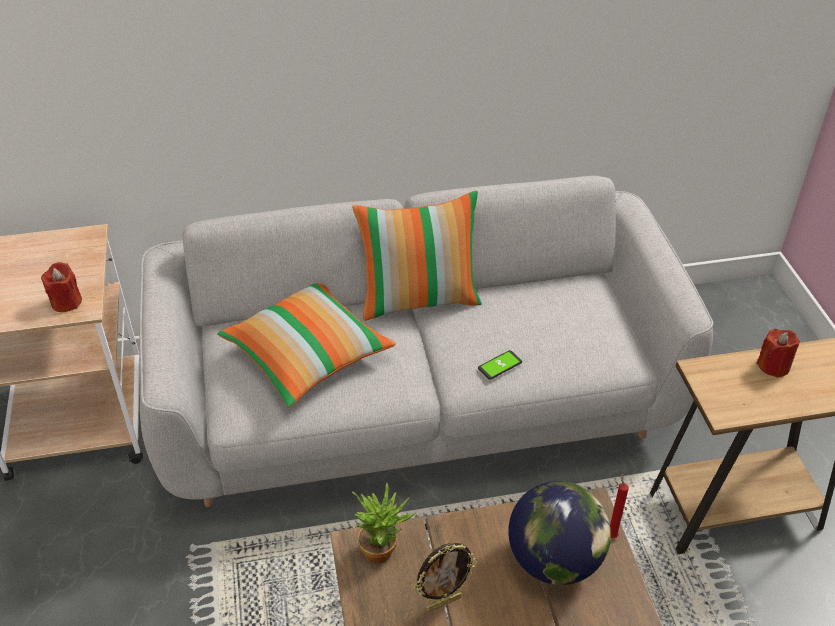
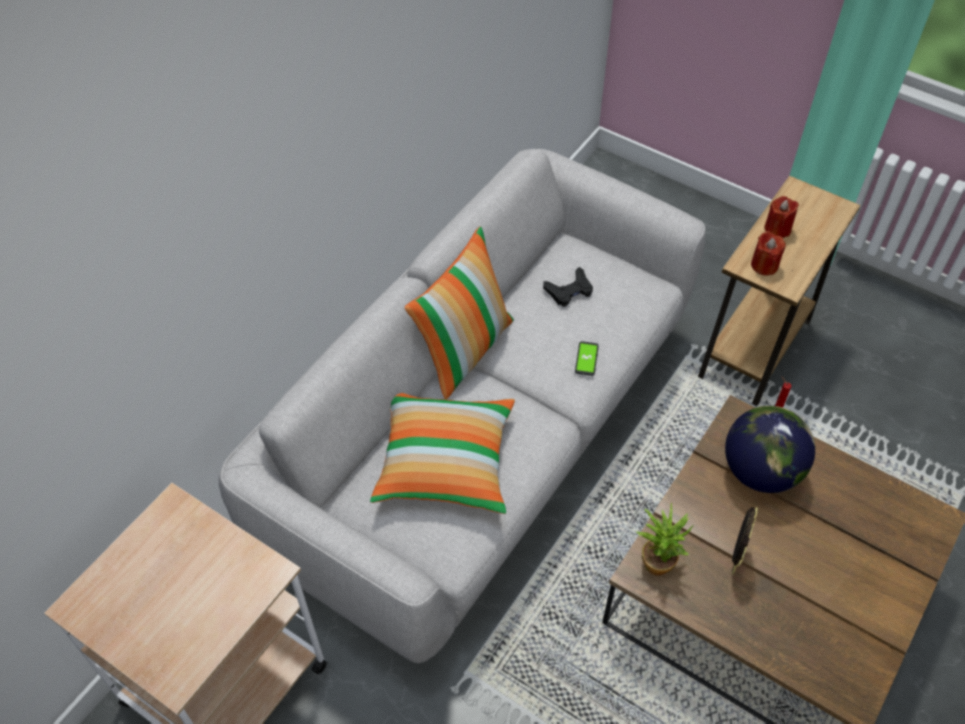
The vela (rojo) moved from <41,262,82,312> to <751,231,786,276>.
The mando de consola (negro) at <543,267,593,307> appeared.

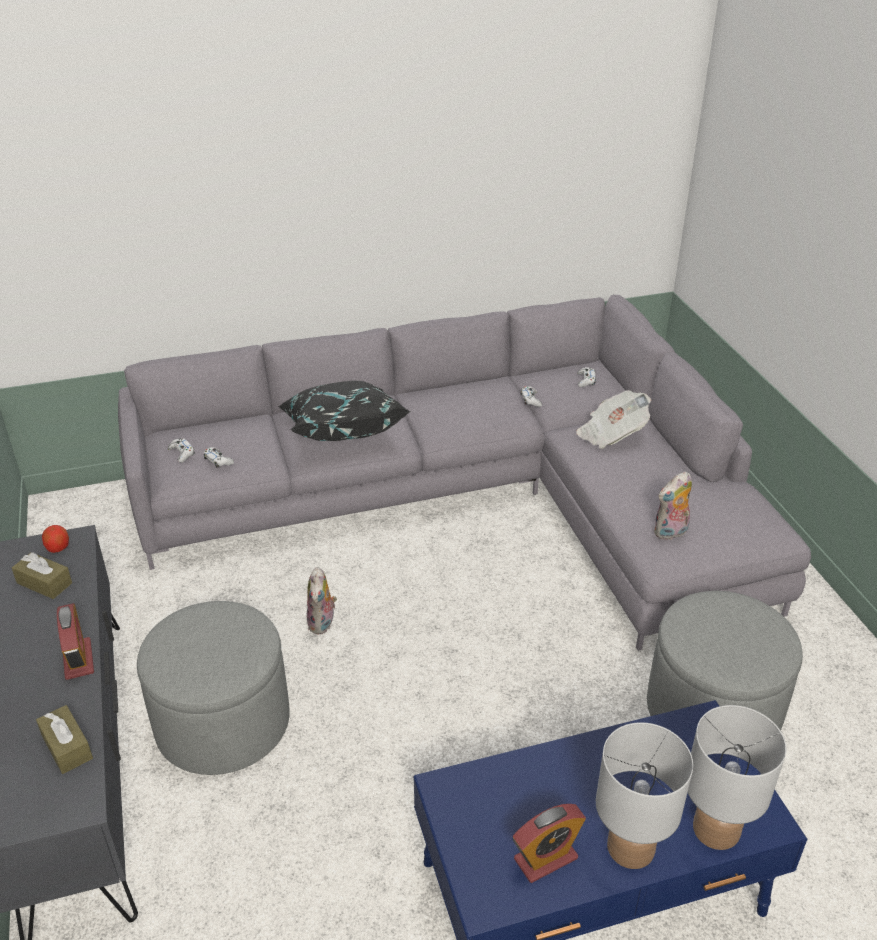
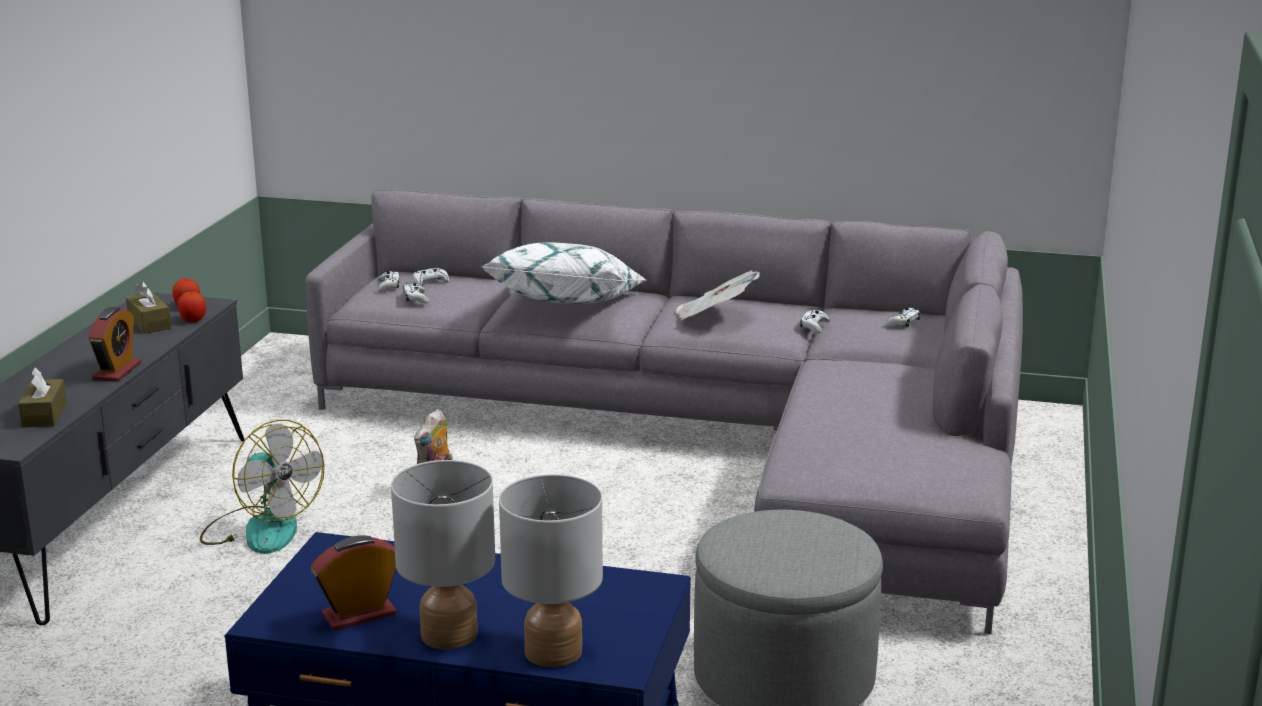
The cojín (negro) at <278,381,411,441> became the cojín (blanco) at <481,242,647,304>.
The periódico moved from <577,390,651,449> to <676,270,760,320>.
The peluche at <654,471,692,540> disappeared.
The puf (gris) at <137,601,290,775> was replaced by the ventilador at <200,420,325,554>.
The despertador at <513,804,586,883> turned 150 degrees clockwise.
The mando de consola (blanco) at <413,268,449,286> appeared.
The manzana at <177,292,206,322> appeared.

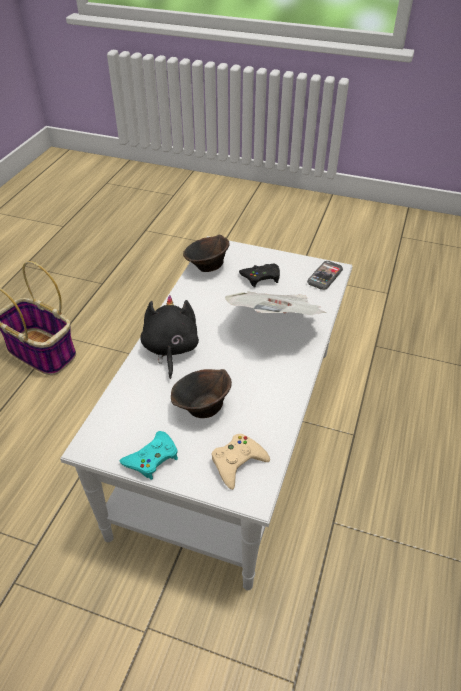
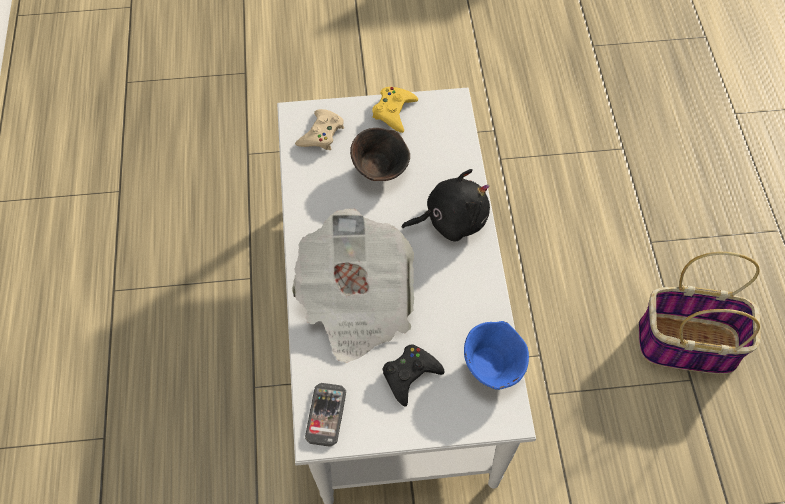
The cuenco (marrón) at <183,235,230,272> became the cuenco (azul) at <464,321,529,390>.
The peluche (negro) at <141,295,199,379> turned 75 degrees counterclockwise.
The mando de consola (turquesa) at <120,431,178,480> became the mando de consola (amarillo) at <372,87,418,133>.

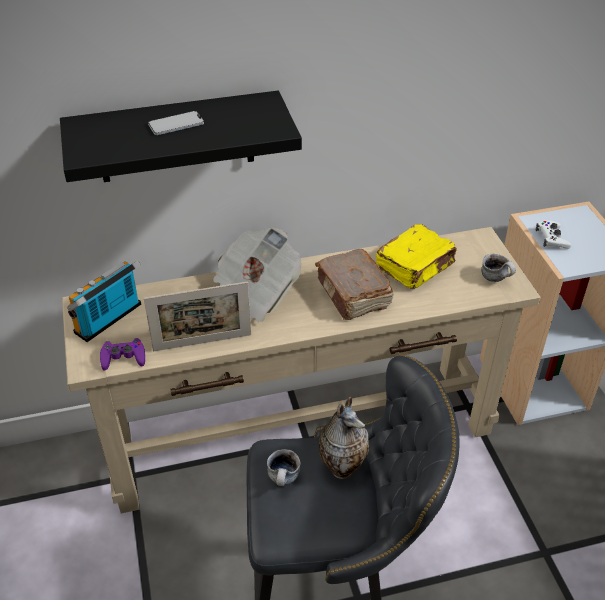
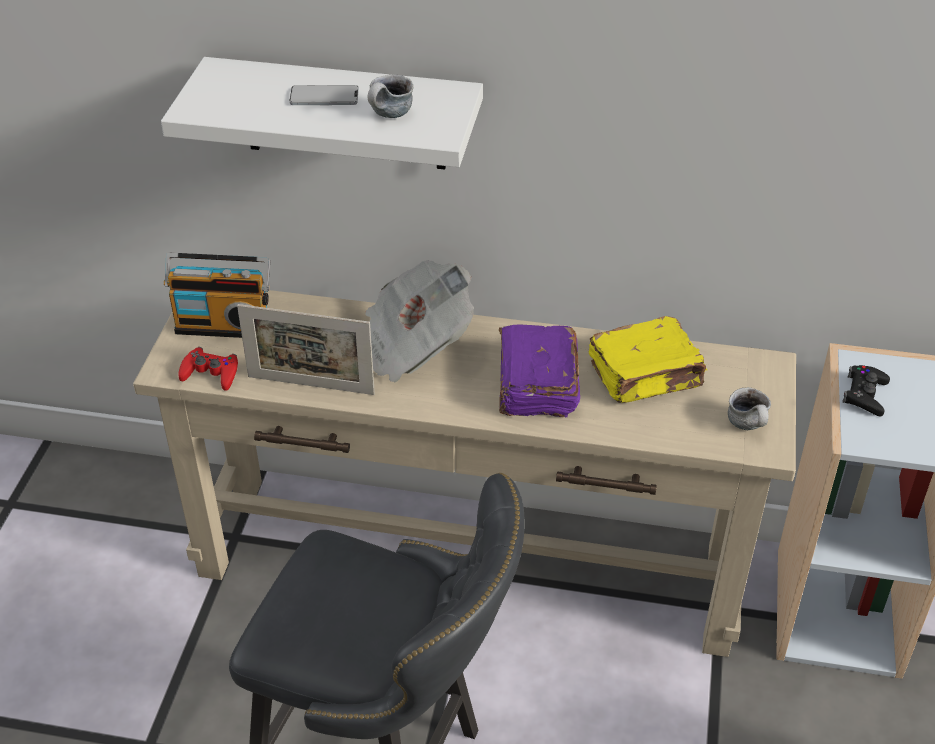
The estante (negro) at <60,91,302,182> became the estante (blanco) at <161,57,483,170>.
The mando de consola (blanco) at <536,220,571,249> became the mando de consola (negro) at <842,365,890,416>.
The libro (marrón) at <315,249,394,320> became the libro (morado) at <499,324,580,418>.
The radio at <67,260,142,342> turned 150 degrees counterclockwise.
The mando de consola (morado) at <100,338,145,370> became the mando de consola (rojo) at <178,347,238,391>.
The florero at <319,397,369,479> disappeared.
The taza grande moved from <267,449,301,486> to <368,74,414,118>.

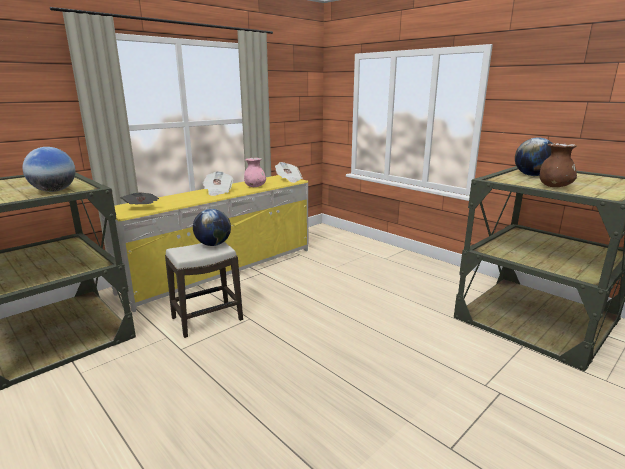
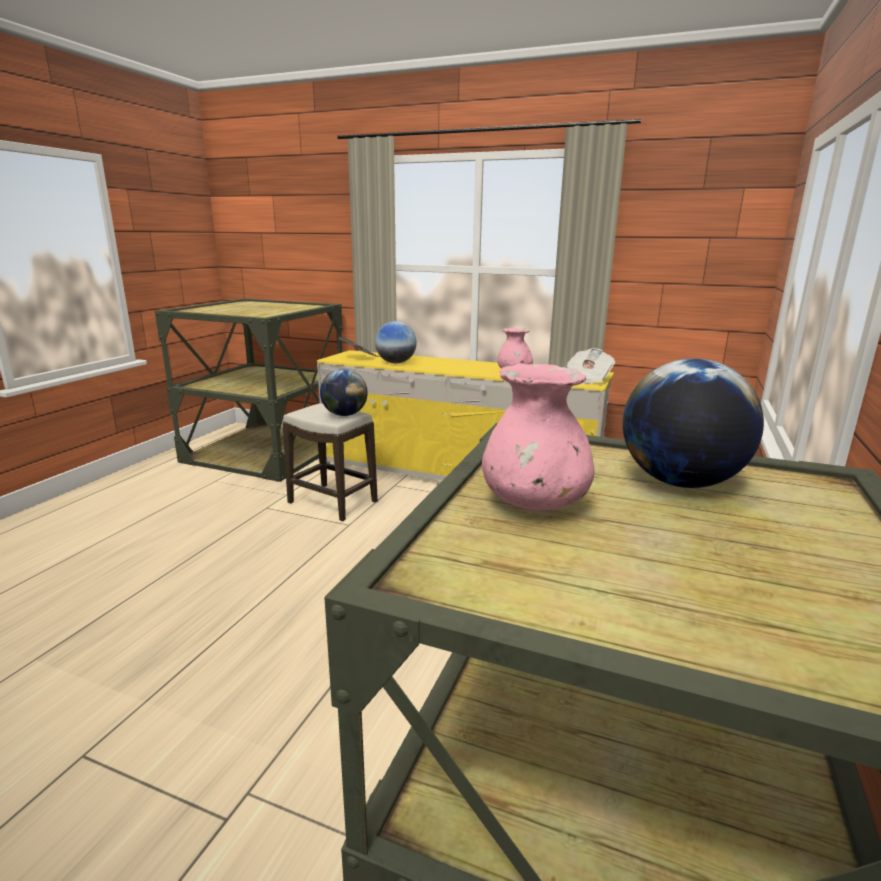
The florero (marrón) at <540,143,577,187> became the florero (rosa) at <482,364,595,511>.
The globo terráqueo moved from <23,147,76,192> to <375,321,417,363>.
The periódico at <202,171,234,196> disappeared.

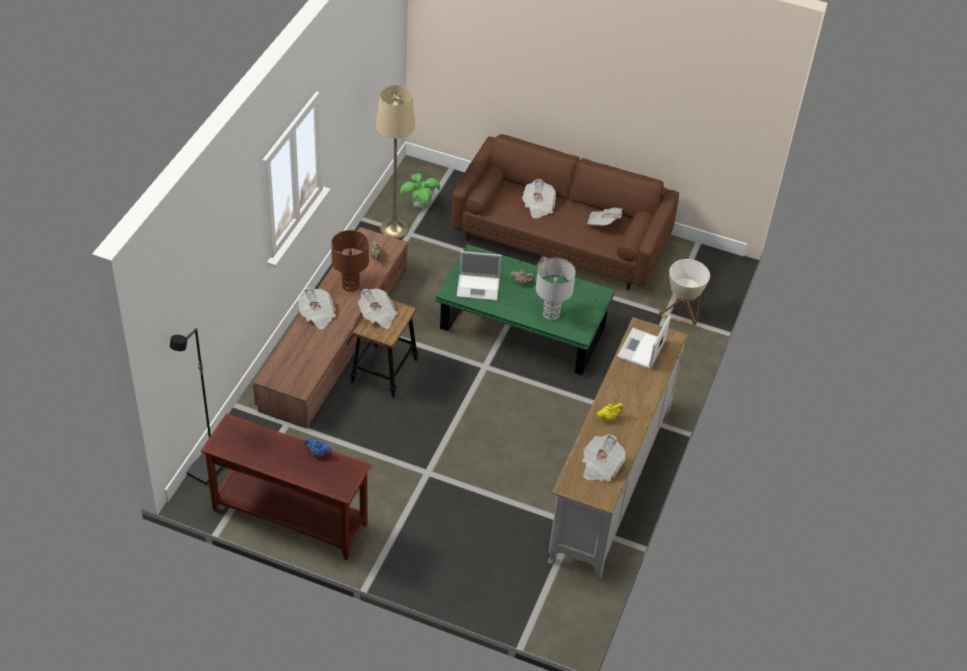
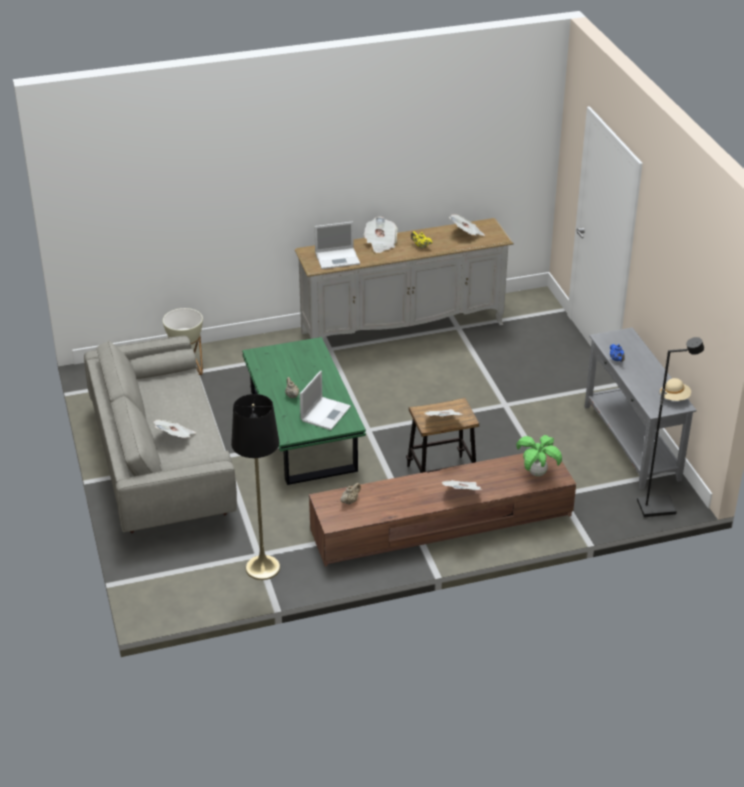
The lámpara de pie (beis) at <376,85,415,239> became the lámpara de pie (negro) at <231,394,280,580>.
The sofá (marrón) at <451,134,679,291> became the sofá (gris) at <84,336,237,533>.
The planta en maceta moved from <400,173,440,209> to <516,435,562,477>.
The periódico moved from <587,207,622,226> to <364,217,398,253>.
The lámpara de mesa (marrón) at <331,230,369,292> disappeared.
The portátil at <456,251,502,301> turned 60 degrees clockwise.
The lámpara de mesa (blanco) at <536,258,576,320> disappeared.
The mesa consola (marrón) at <201,413,371,560> became the mesa consola (gris) at <585,327,697,489>.
The sombrero (beis) at <659,378,691,401> appeared.

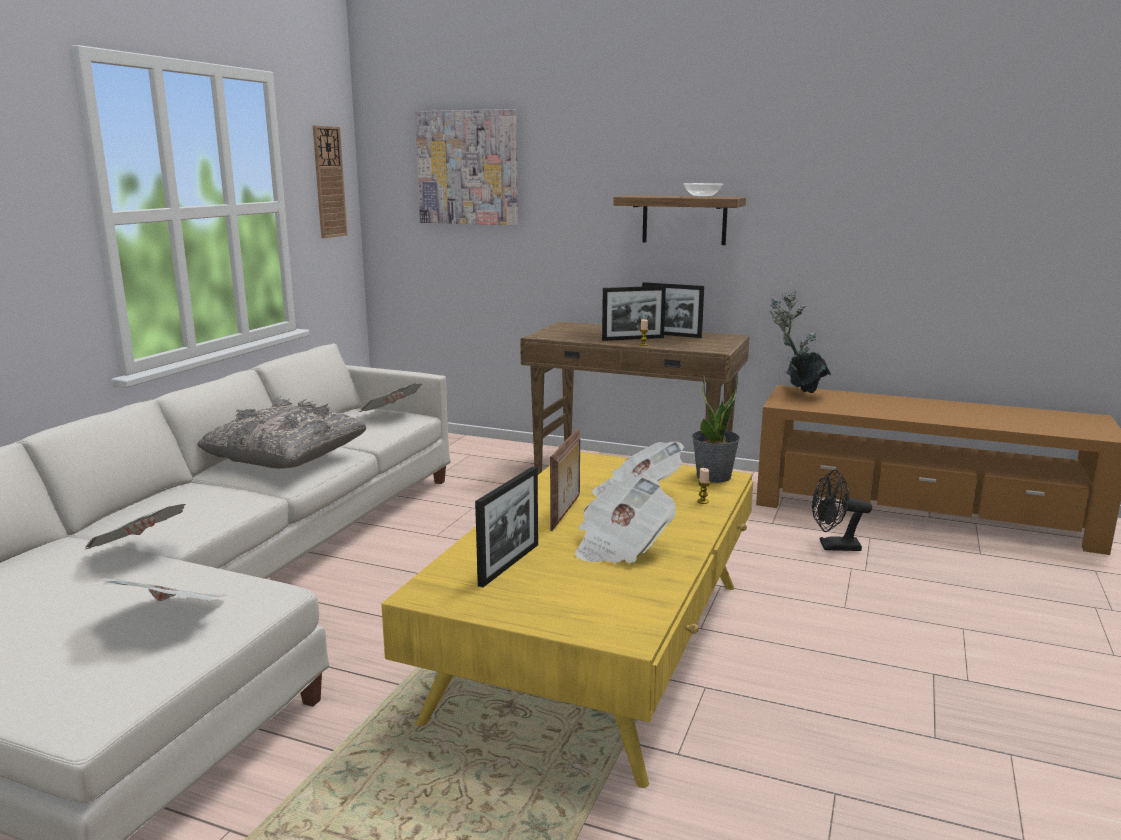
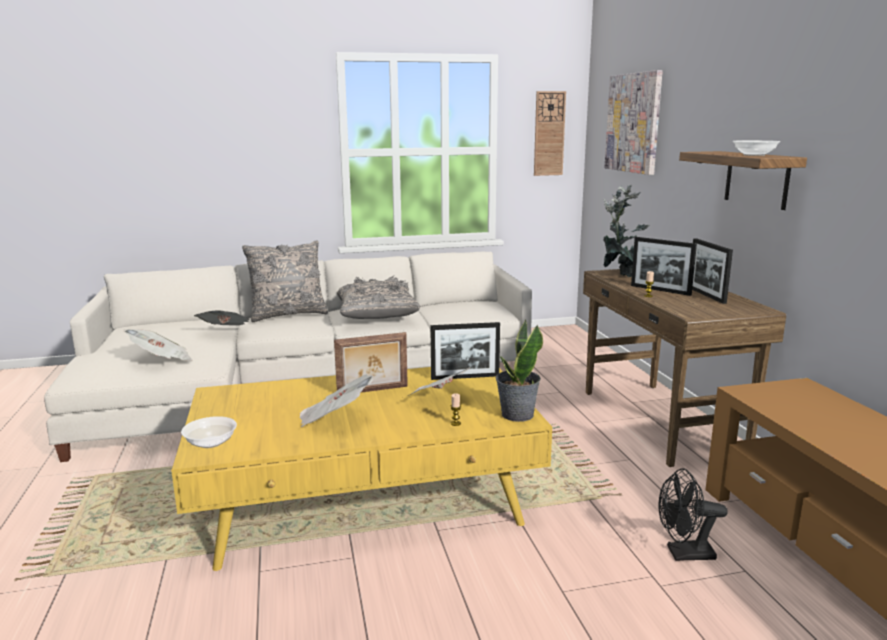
The planta en maceta moved from <769,291,831,393> to <603,185,649,277>.
The periódico at <359,383,422,412> disappeared.
The portarretratos moved from <475,467,538,587> to <430,322,500,380>.
The ventilador (negro) at <812,470,872,551> turned 60 degrees counterclockwise.
The cojín (gris) at <242,240,328,322> appeared.
The cuenco at <181,416,237,448> appeared.

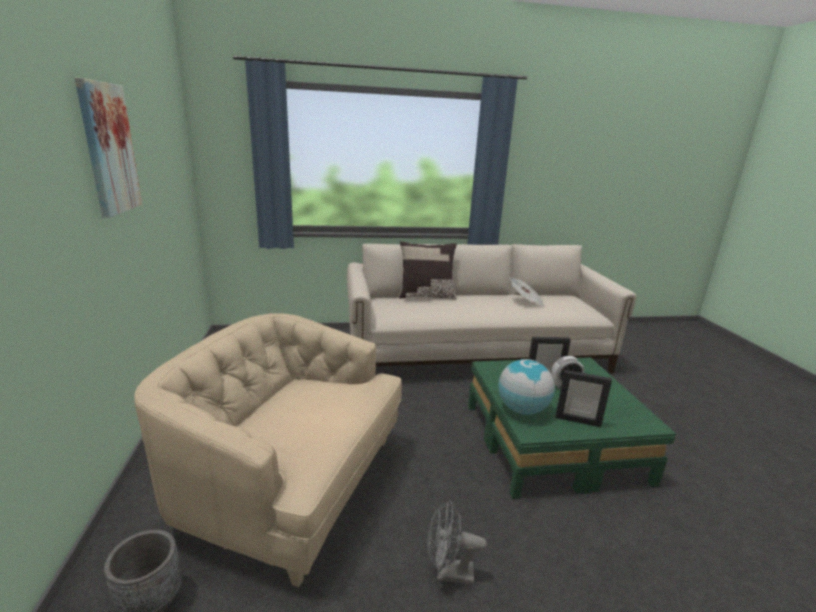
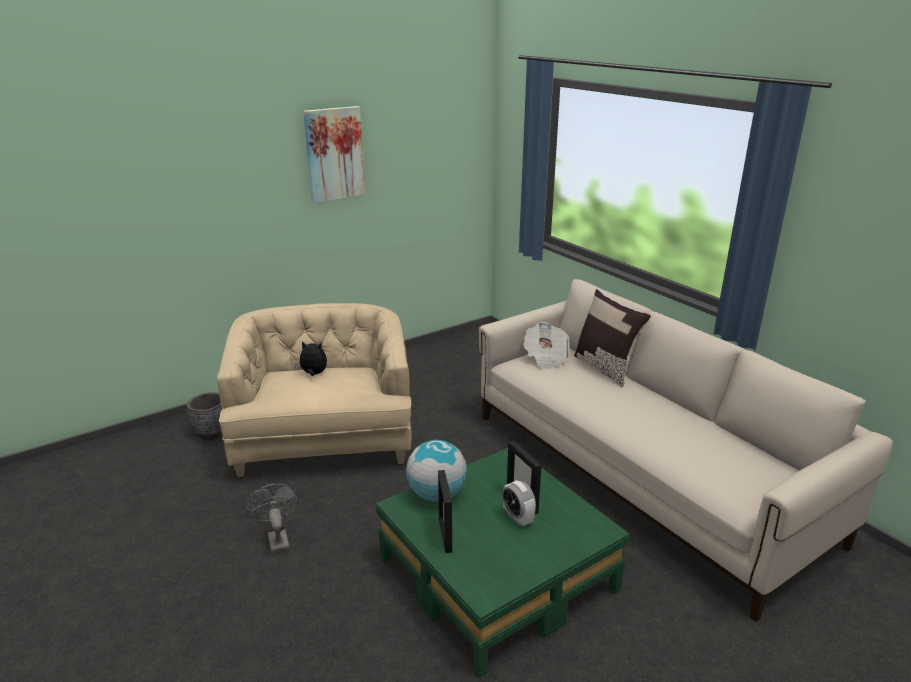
The periódico moved from <509,277,545,307> to <523,322,570,370>.
The peluche at <295,341,327,376> appeared.

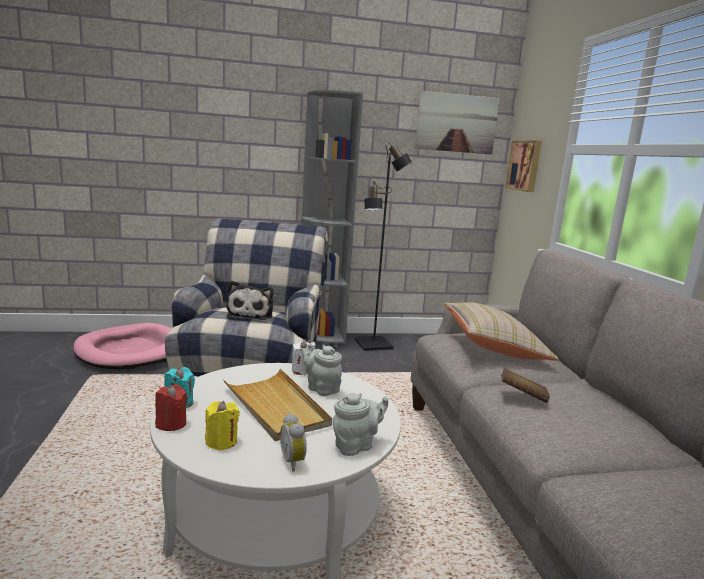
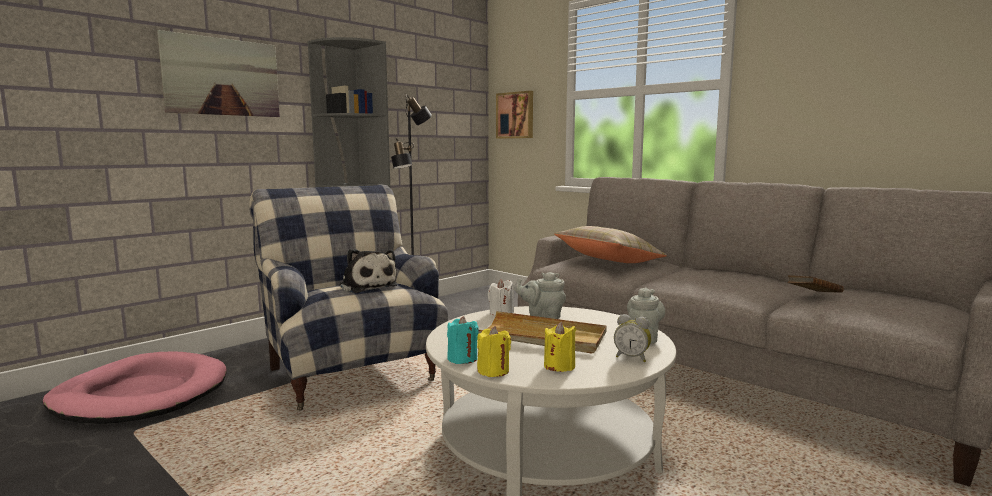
The cuadro moved from <415,91,500,154> to <157,30,280,117>.
The libro (marrón) moved from <500,368,550,403> to <787,275,844,293>.
The vela (rojo) at <155,384,188,431> became the vela (amarillo) at <477,326,511,377>.

